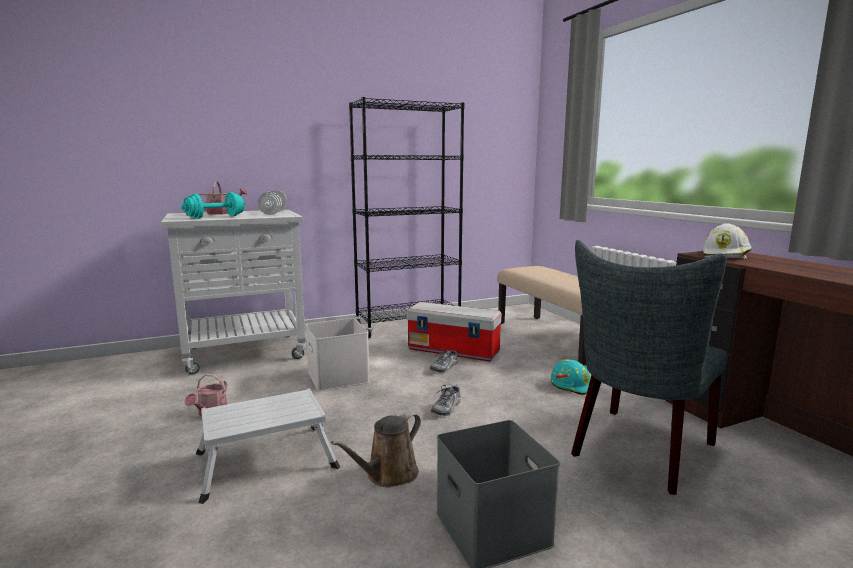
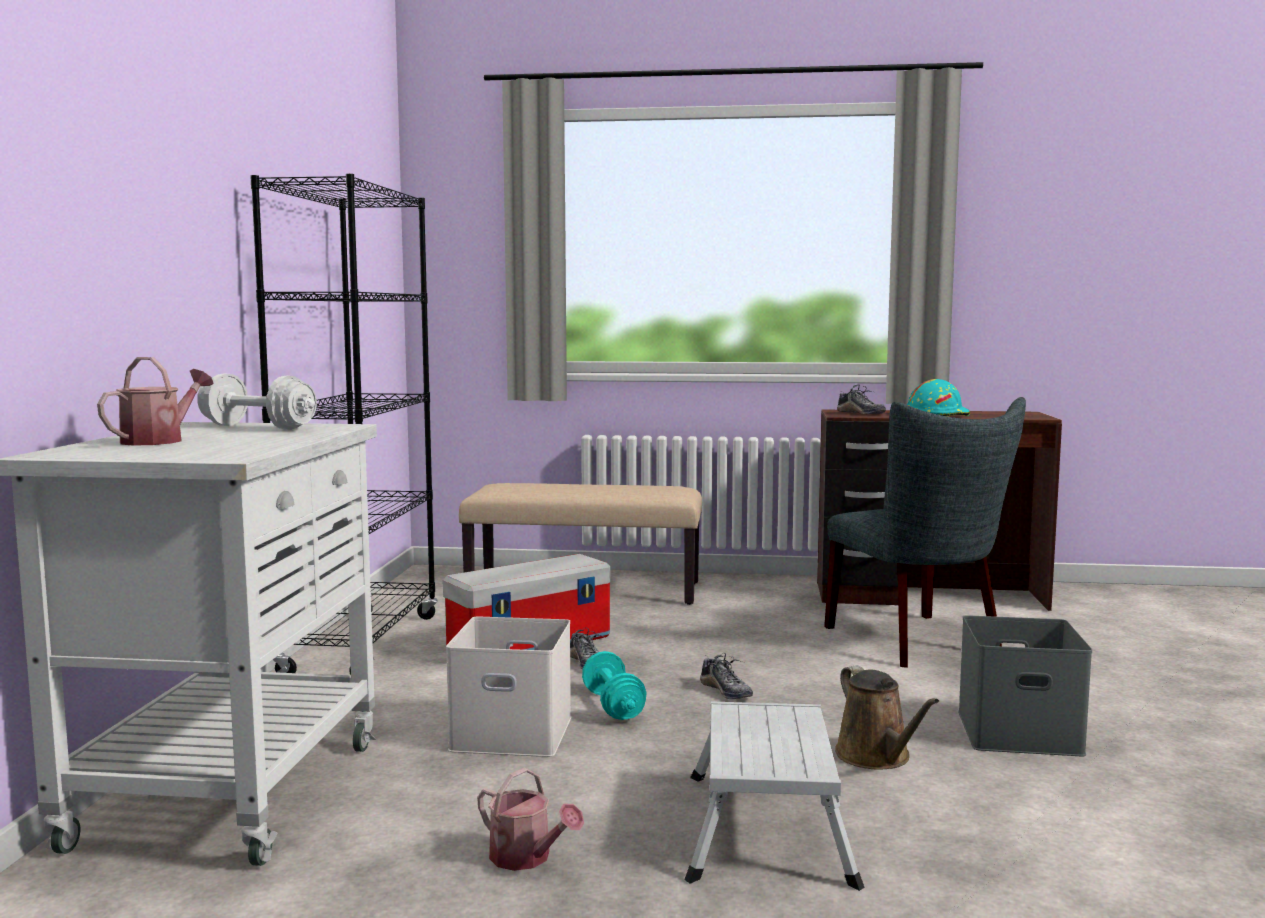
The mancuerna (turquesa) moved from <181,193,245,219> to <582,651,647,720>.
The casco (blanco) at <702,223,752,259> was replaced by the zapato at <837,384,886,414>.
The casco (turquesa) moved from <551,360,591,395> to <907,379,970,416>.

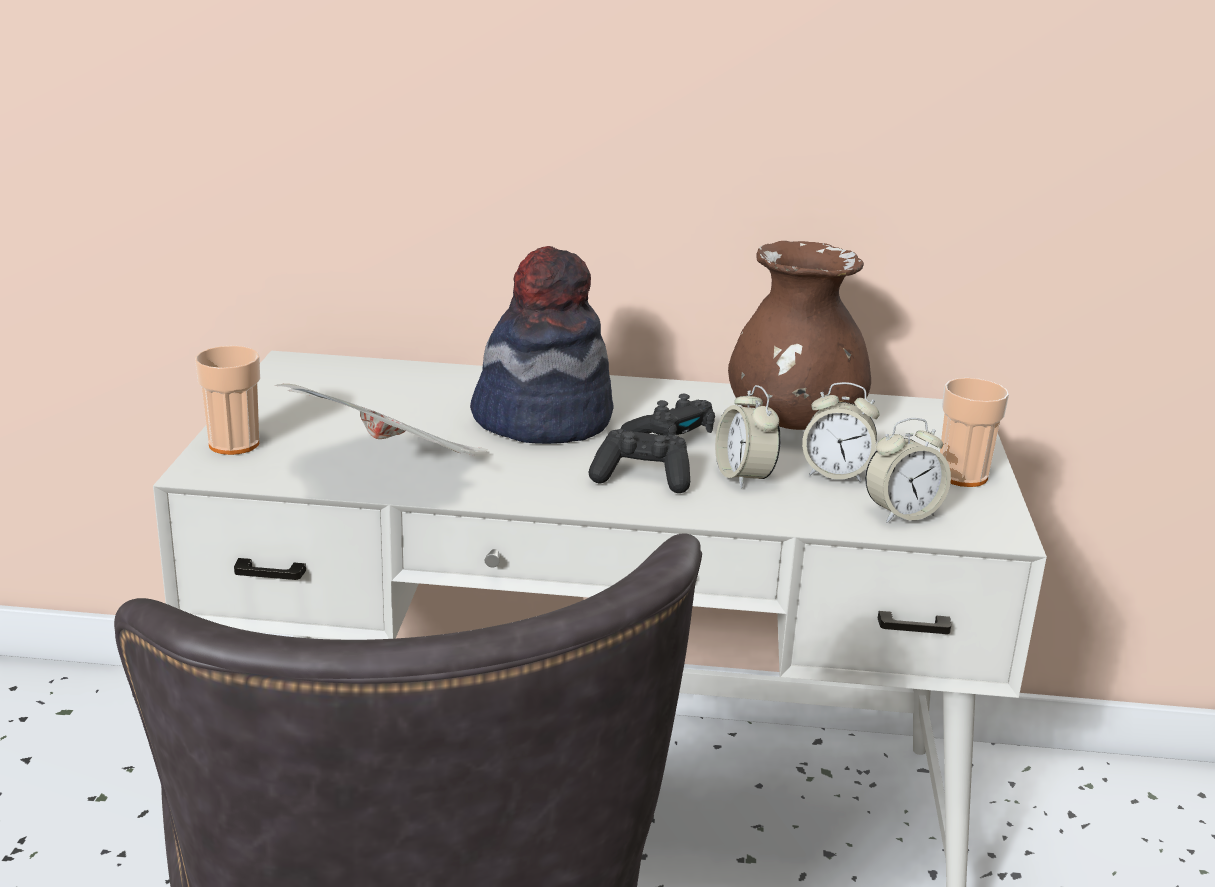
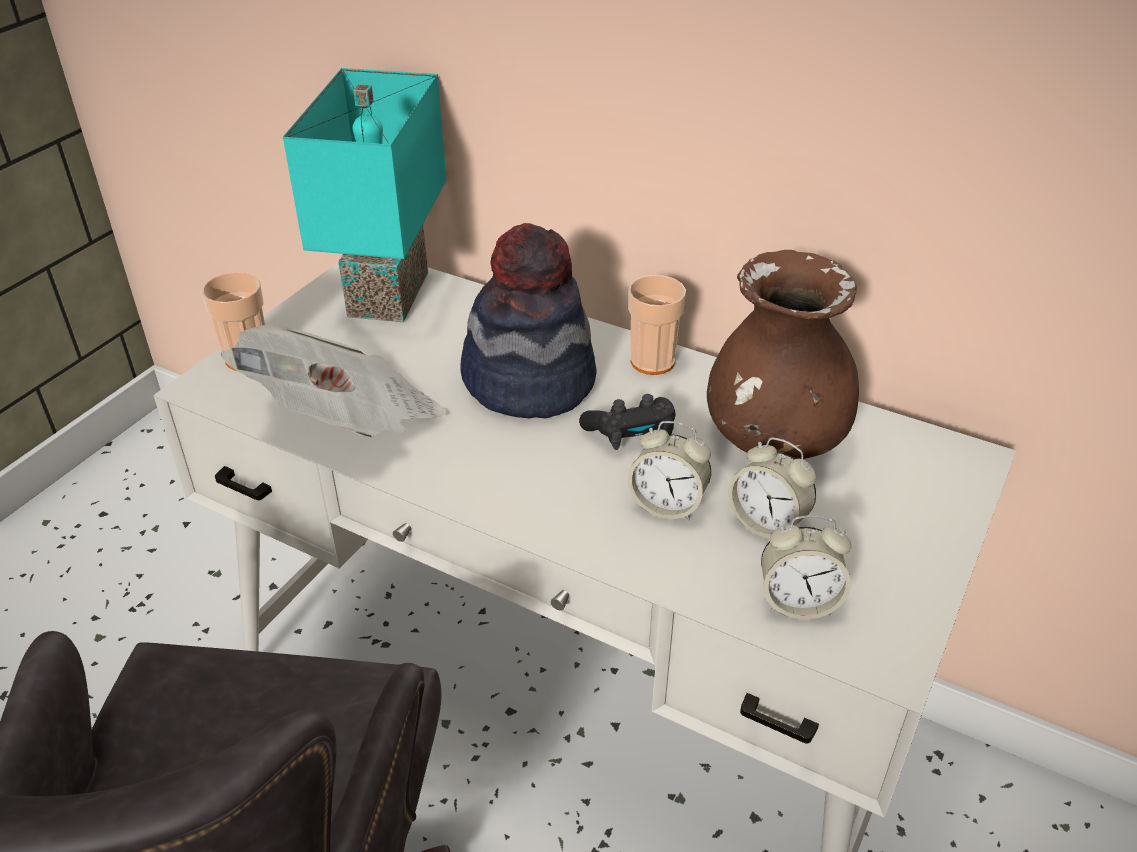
The taza moved from <940,378,1009,487> to <628,275,686,375>.
The despertador at <715,385,781,488> turned 75 degrees counterclockwise.
The mando de consola (negro) at <589,429,690,493> disappeared.
The lámpara de mesa (turquesa) at <283,68,446,322> appeared.

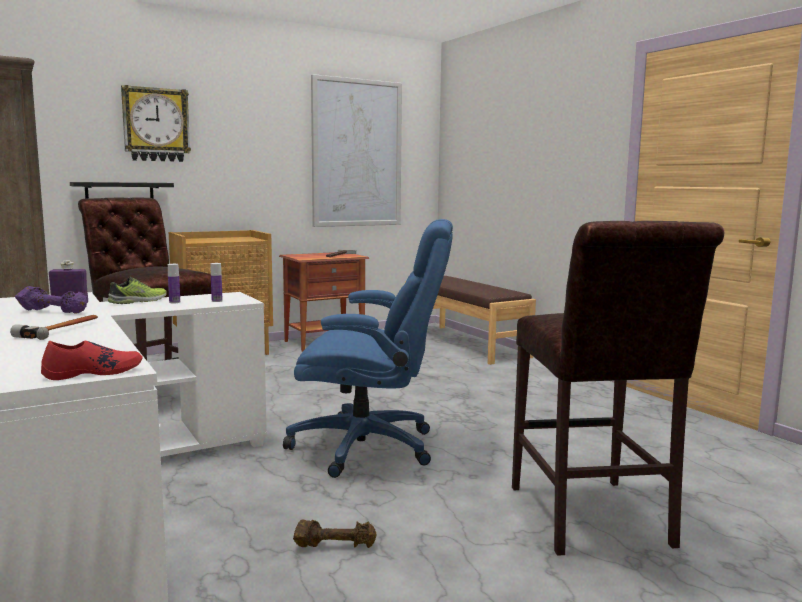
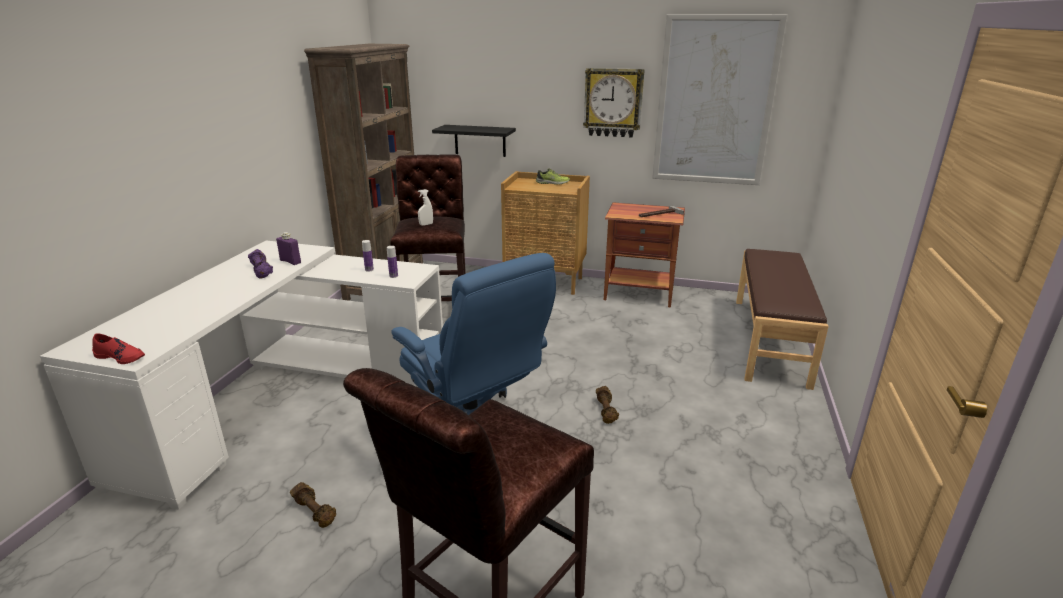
The reloj de pared moved from <121,85,191,162> to <583,68,645,138>.
The zapato moved from <108,277,167,304> to <536,168,570,184>.
The martillo at <10,315,98,340> disappeared.
The pulverizador (blanco) at <418,189,433,226> appeared.
The mancuerna (marrón) at <596,386,619,424> appeared.

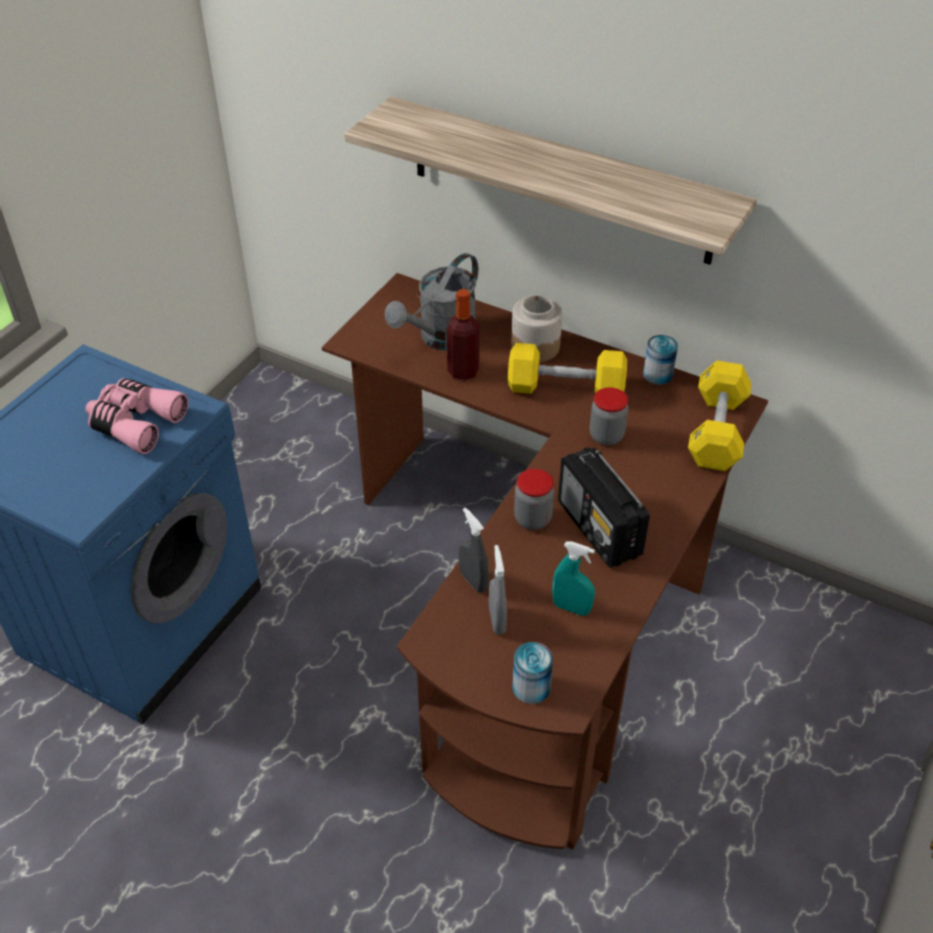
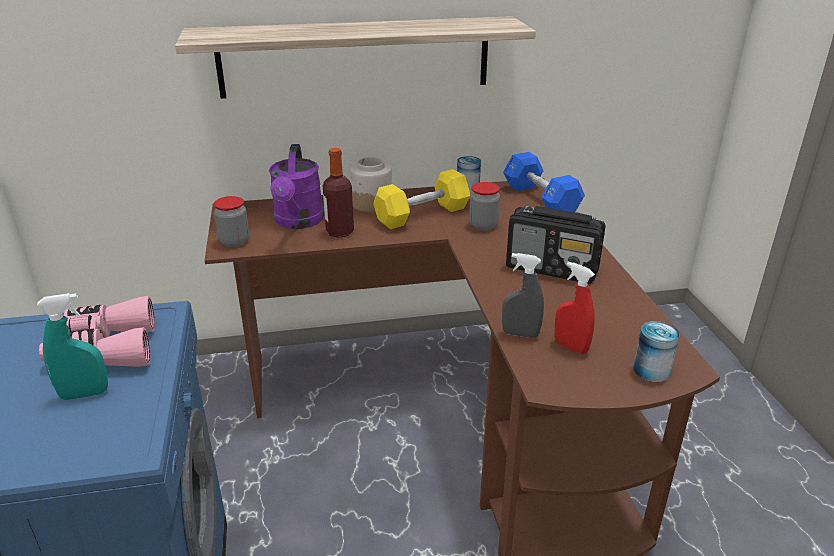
The regadera (gris) at <385,253,478,351> became the regadera (morado) at <269,144,324,229>.
The mancuerna (amarillo) at <688,360,752,471> became the mancuerna (azul) at <503,152,585,212>.
The tarro moved from <514,469,554,530> to <214,196,249,247>.
The pulverizador (turquesa) moved from <552,541,595,616> to <37,293,108,400>.
The pulverizador (gris) at <489,545,507,635> became the pulverizador (rojo) at <554,261,595,354>.

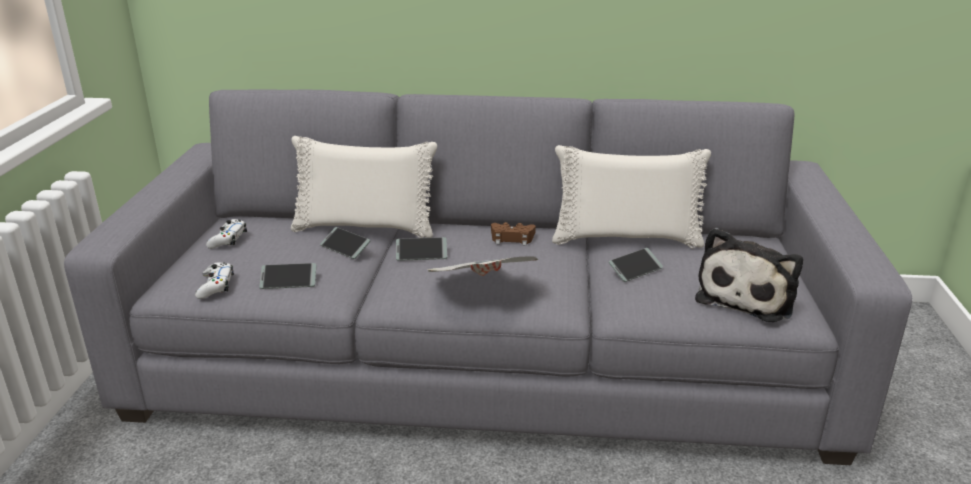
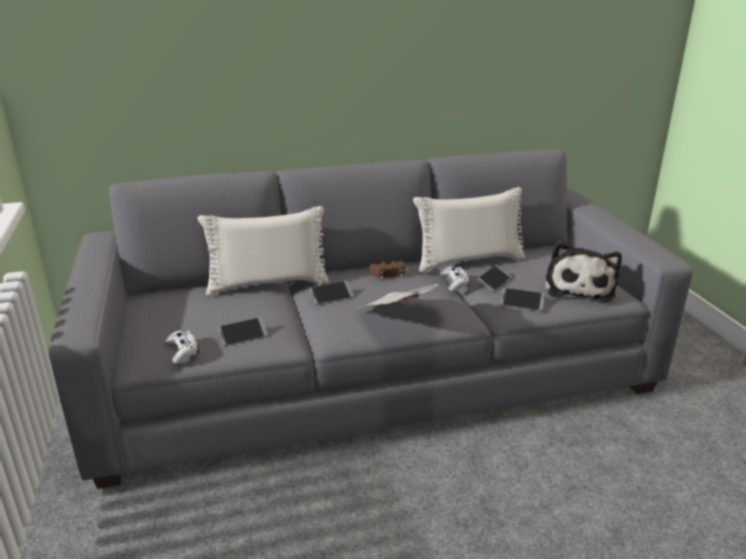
The mando de consola (blanco) moved from <206,219,247,249> to <440,266,470,291>.
The móvil moved from <320,227,370,259> to <500,288,545,311>.

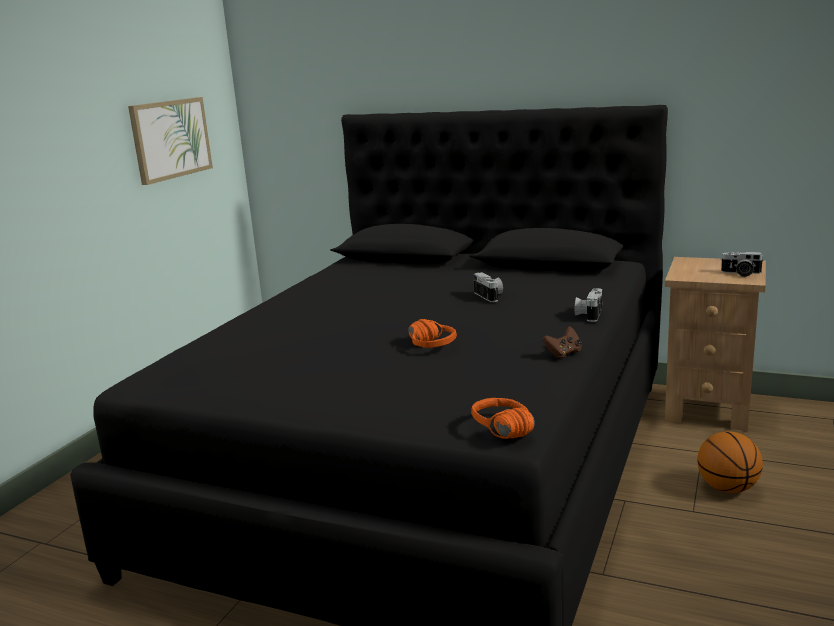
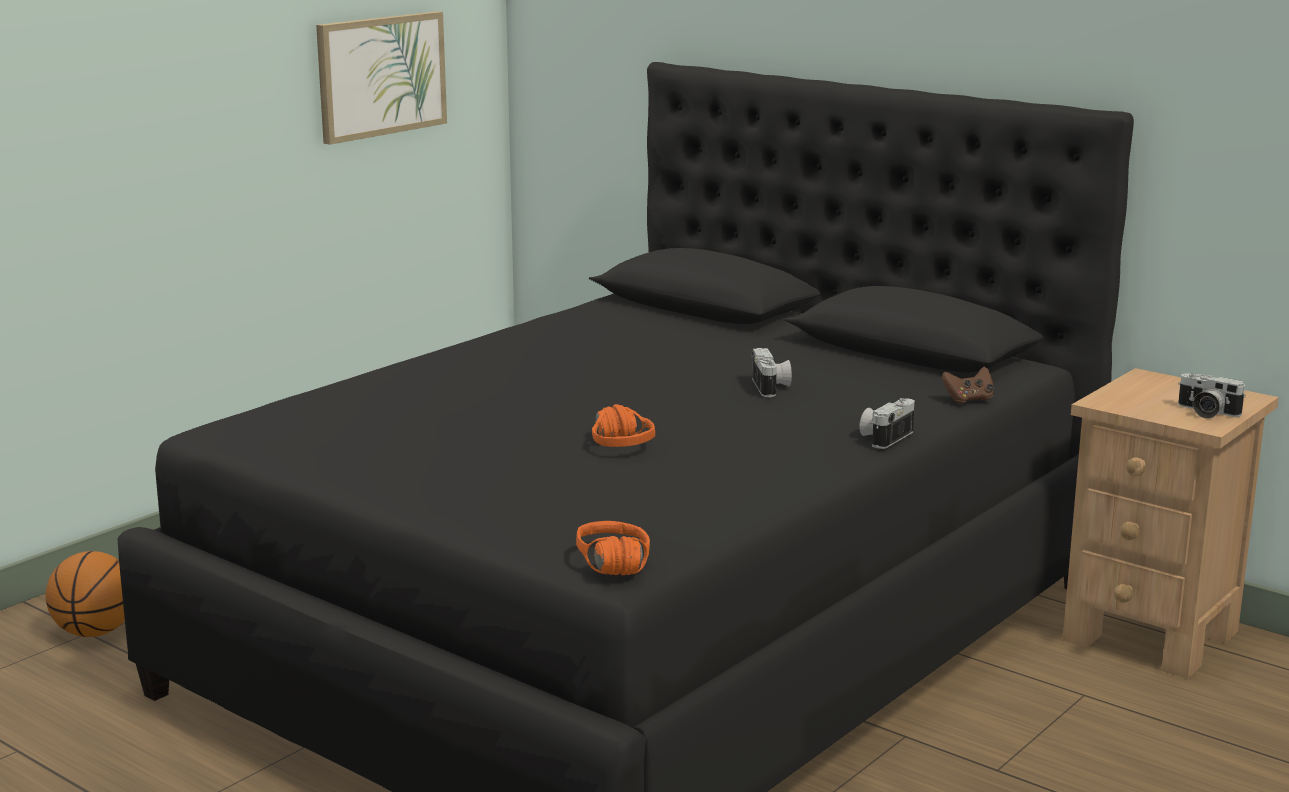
The mando de consola (marrón) moved from <542,326,582,359> to <941,366,993,404>.
The balón de baloncesto moved from <697,431,763,493> to <46,551,125,637>.

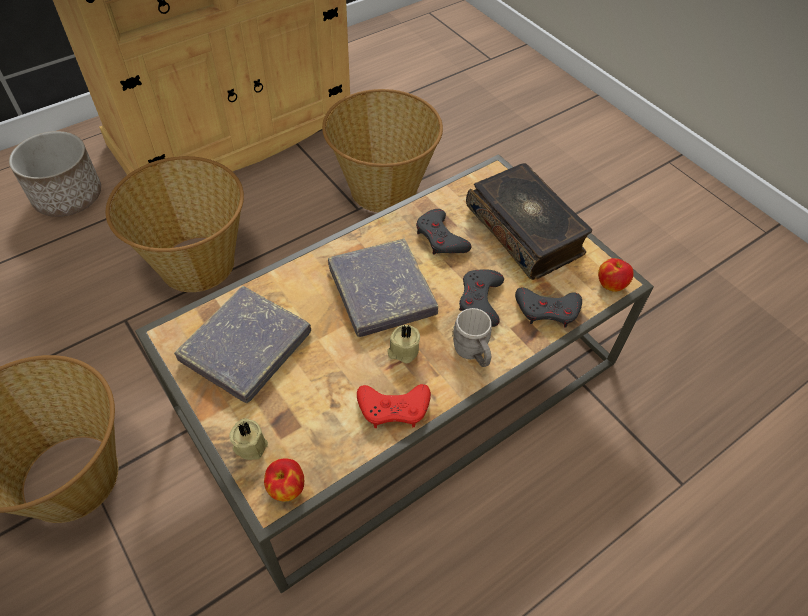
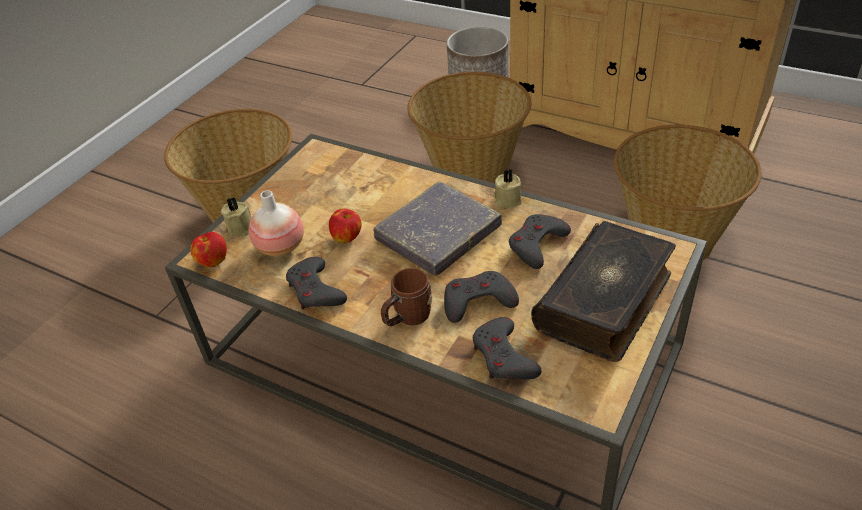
The manzana moved from <598,258,633,292> to <329,209,362,243>.
The libro (gris) at <174,286,311,403> disappeared.
The taza grande (gris) at <452,308,492,367> became the taza grande (marrón) at <381,268,432,326>.
The vela (beis) moved from <387,325,420,364> to <493,169,521,208>.
The mando de consola (rojo) at <357,384,431,428> became the mando de consola (gris) at <286,257,347,309>.
The florero at <249,190,304,256> appeared.

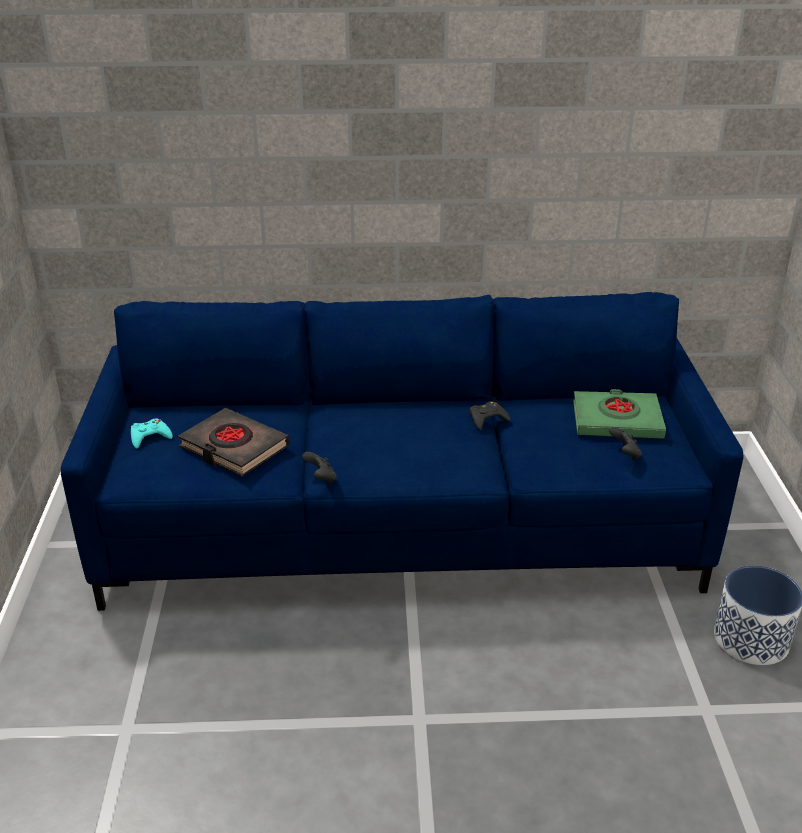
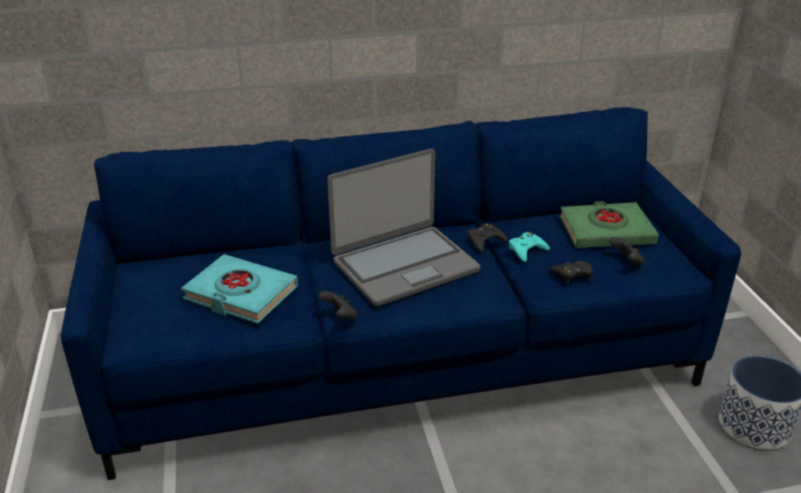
The libro (negro) at <178,408,289,476> became the libro (turquesa) at <181,254,298,324>.
The mando de consola (turquesa) moved from <131,418,173,449> to <509,232,550,262>.
The portátil at <327,149,481,306> appeared.
The mando de consola (negro) at <549,261,593,284> appeared.

